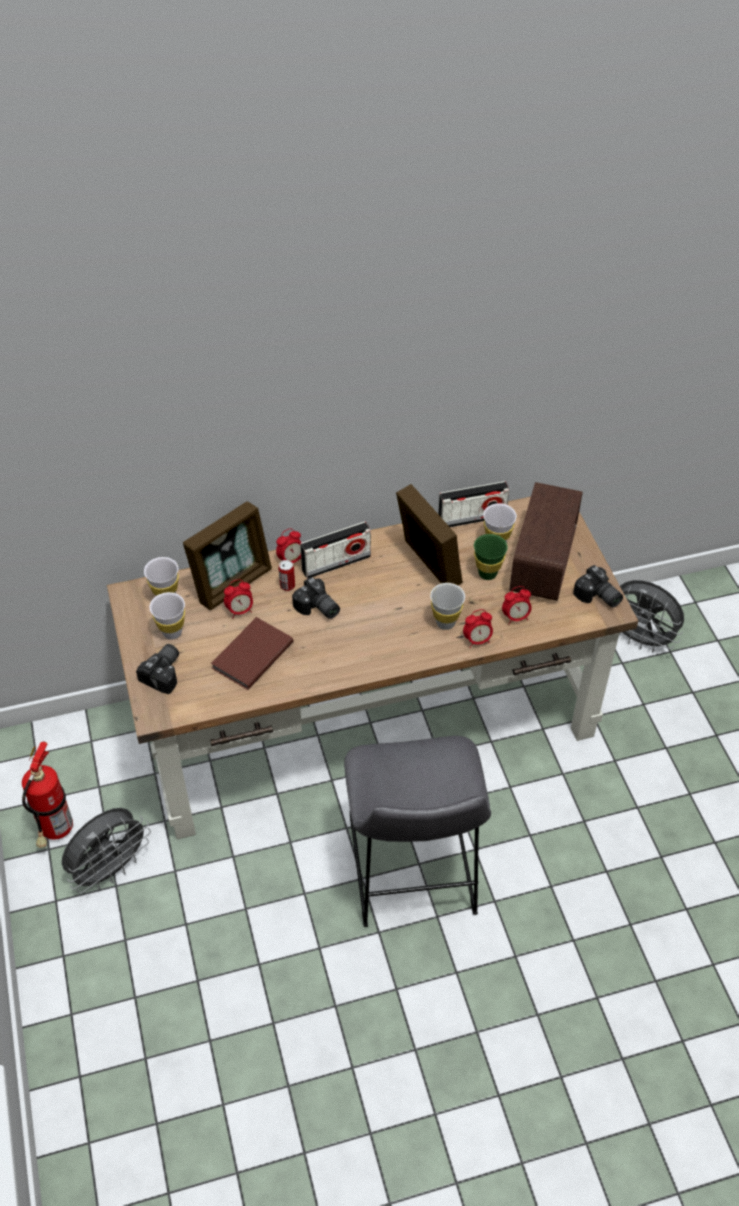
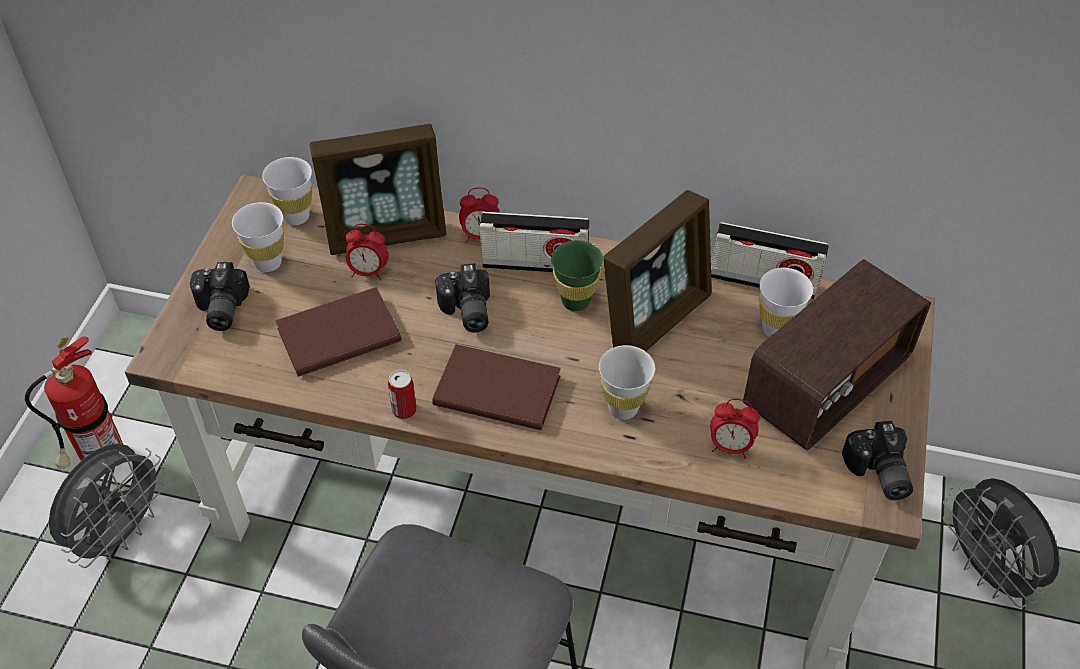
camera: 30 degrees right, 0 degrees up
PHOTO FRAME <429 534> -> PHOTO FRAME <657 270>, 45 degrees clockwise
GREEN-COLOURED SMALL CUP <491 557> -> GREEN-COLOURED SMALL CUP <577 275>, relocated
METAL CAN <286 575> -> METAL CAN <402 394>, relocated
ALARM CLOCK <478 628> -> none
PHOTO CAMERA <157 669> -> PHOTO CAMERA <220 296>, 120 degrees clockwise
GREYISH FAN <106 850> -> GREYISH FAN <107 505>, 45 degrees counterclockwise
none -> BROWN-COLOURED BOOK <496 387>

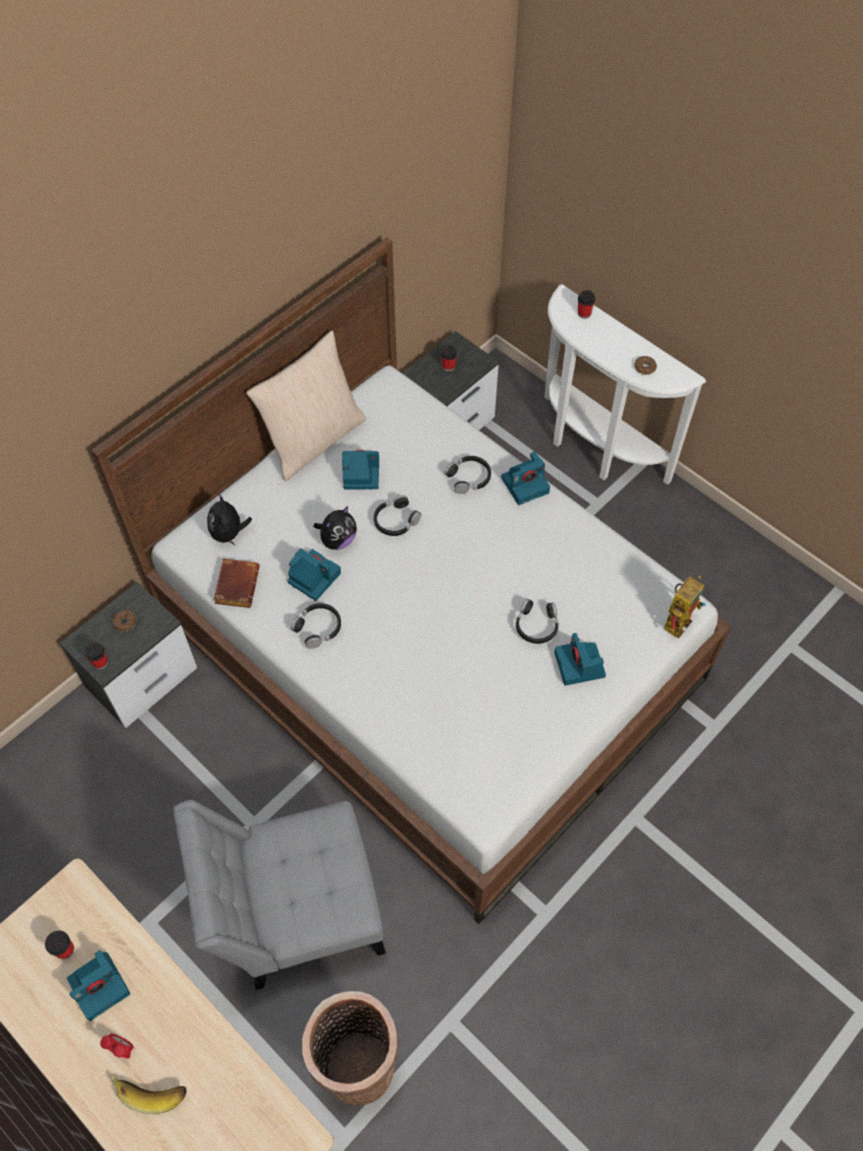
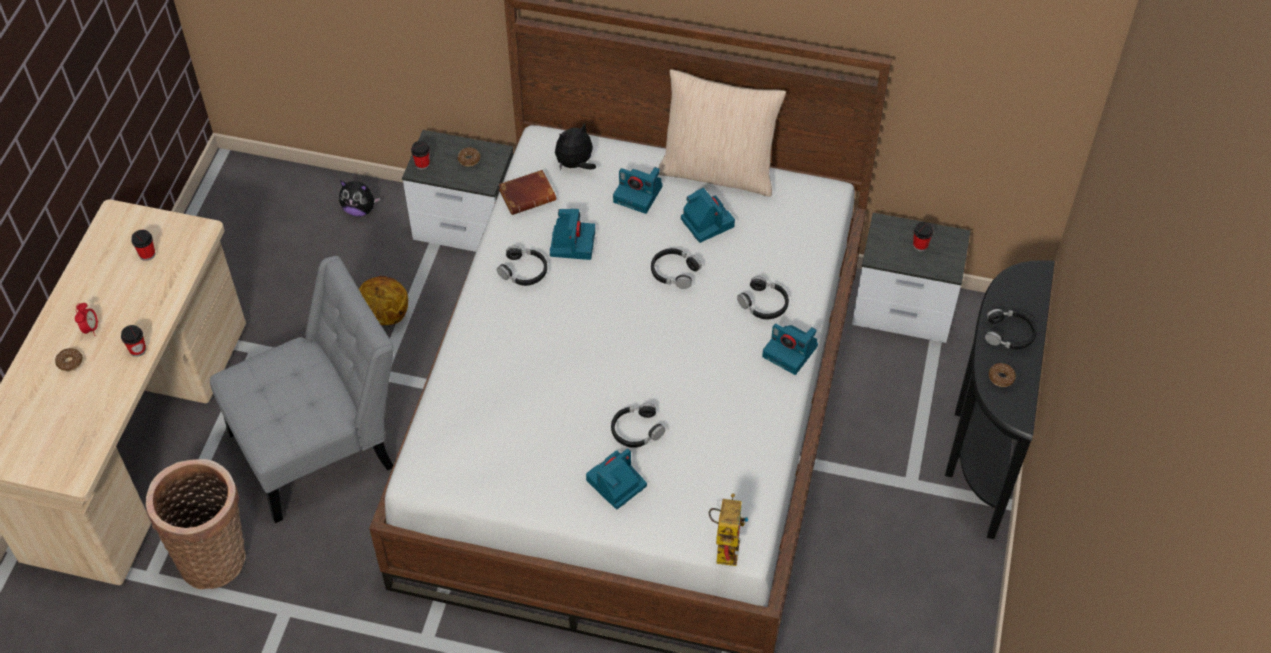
camera: 60 degrees right, 5 degrees down
WHITE NARROW TABLE <625 384> -> BLACK NARROW TABLE <1000 399>
SMALL CUP <587 304> -> SMALL CUP <133 341>, relocated
PLUSH TOY <335 528> -> PLUSH TOY <359 199>, relocated
ROBOT FIGURE <685 607> -> ROBOT FIGURE <728 529>, 90 degrees counterclockwise
GREYISH PLAIN CHAIR <279 895> -> GREYISH PLAIN CHAIR <302 389>, 105 degrees clockwise
PHOTO CAMERA <98 985> -> PHOTO CAMERA <638 190>, relocated
BANANA FRUIT <148 1094> -> DONUT <68 359>
none -> BASKETBALL <383 300>
none -> BLACK PAIR OF HEADPHONES <1011 329>

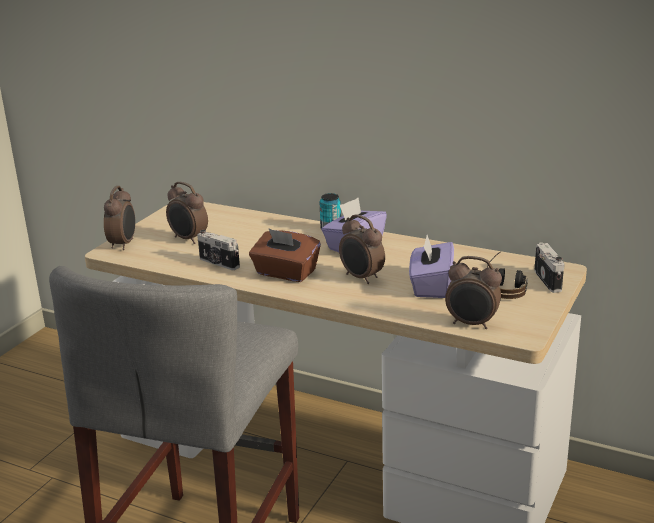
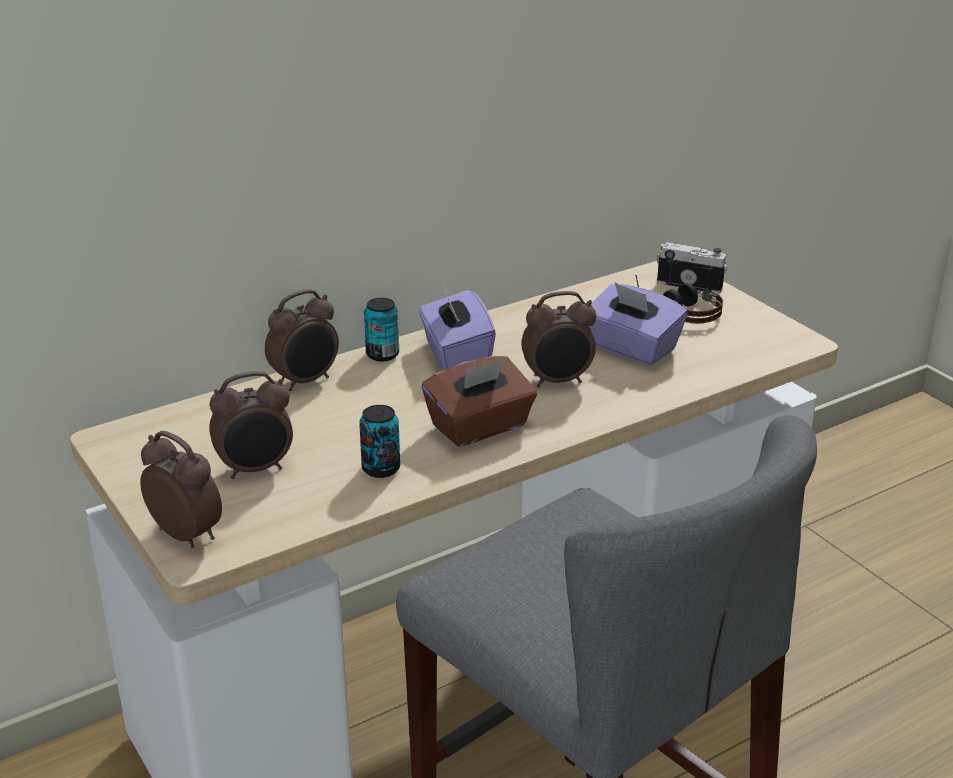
camera: 60 degrees left, 5 degrees up
PHOTO CAMERA <218 250> -> METAL CAN <379 441>
ALARM CLOCK <473 292> -> ALARM CLOCK <302 340>, relocated

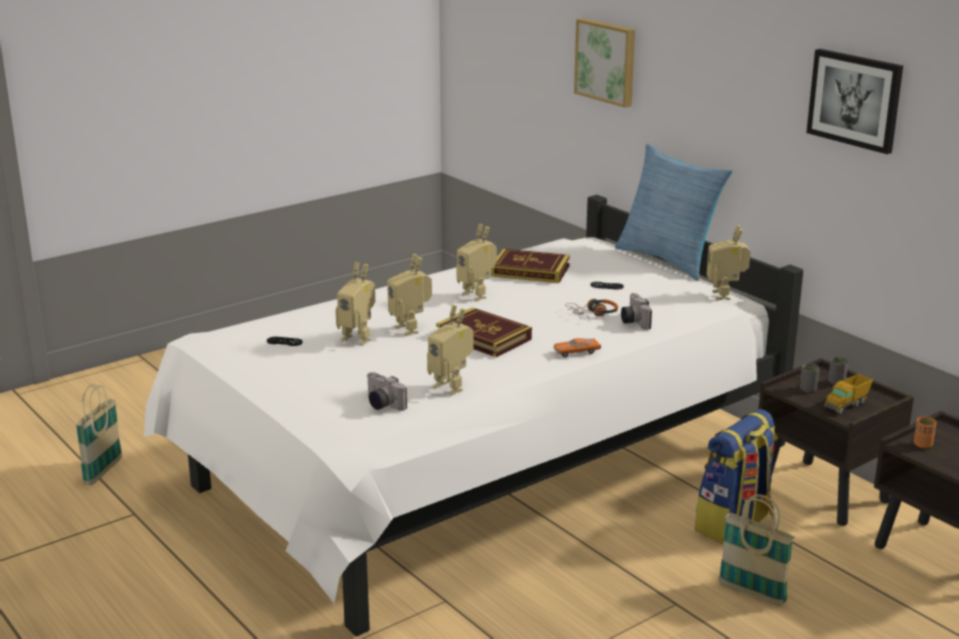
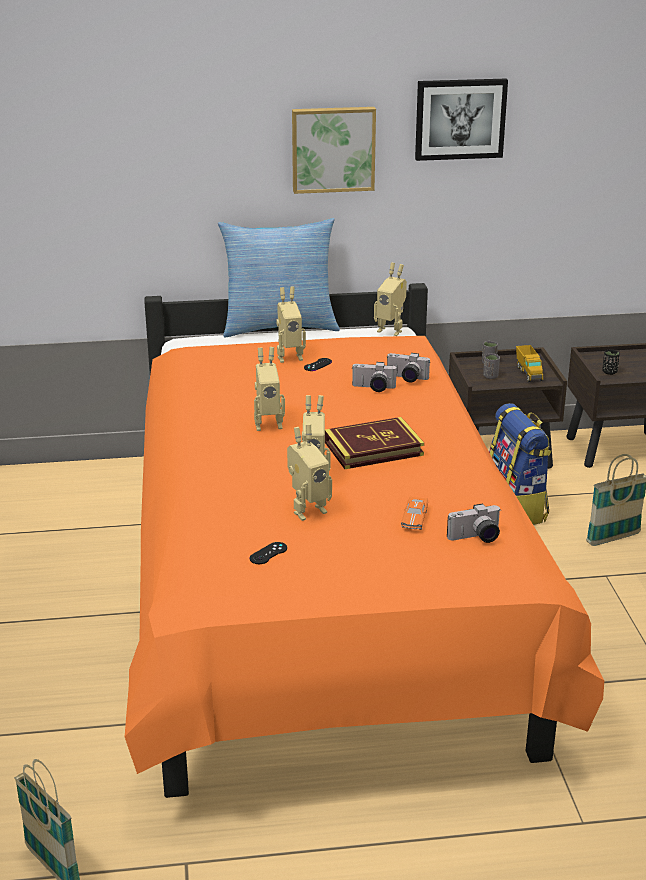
camera: 60 degrees left, 5 degrees up
WALL PICTURE <604 63> -> WALL PICTURE <334 150>, relocated
WHITE BED <473 415> -> ORANGE BED <364 540>
BOOK <530 266> -> none
PAIR OF HEADPHONES <591 308> -> PHOTO CAMERA <374 377>
ROBOT FIGURE <450 350> -> ROBOT FIGURE <291 324>, relocated
ORANGE MINIATURE CAR <577 348> -> ORANGE MINIATURE CAR <414 513>, relocated
ORANGE SMALL CUP <925 432> -> BLACK SMALL CUP <611 362>

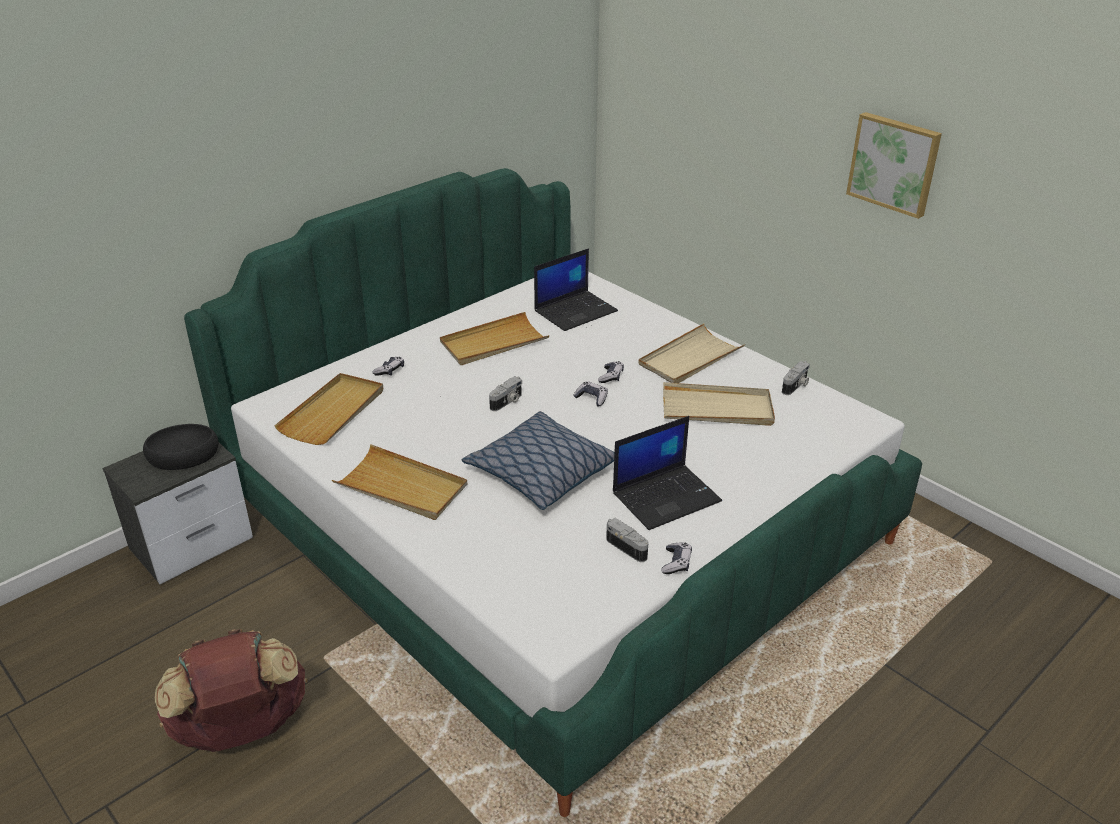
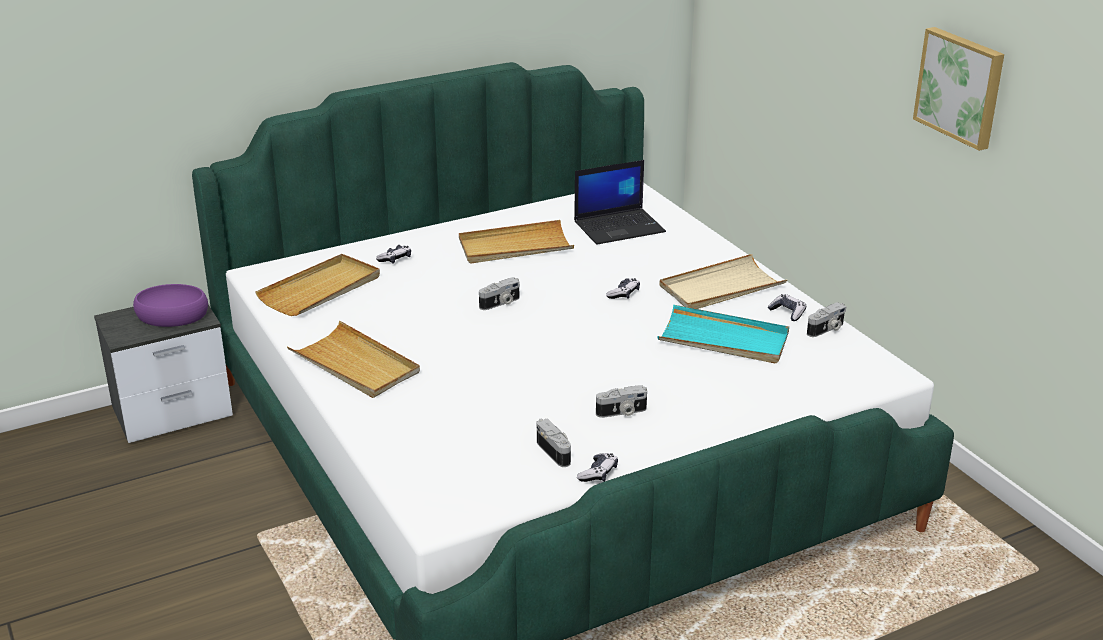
camera: 15 degrees right, 5 degrees down
JOYPAD <590 394> -> JOYPAD <787 307>, relocated
BEIGE-COLOURED SERVING TRAY <719 404> -> TURQUOISE-COLOURED SERVING TRAY <723 334>
PILLOW <538 460> -> none
NOTEBOOK COMPUTER <667 473> -> PHOTO CAMERA <621 401>
BLACK DEEP DISH <181 447> -> PURPLE-COLOURED DEEP DISH <170 305>
BROWN-COLOURED BACKPACK <231 690> -> none

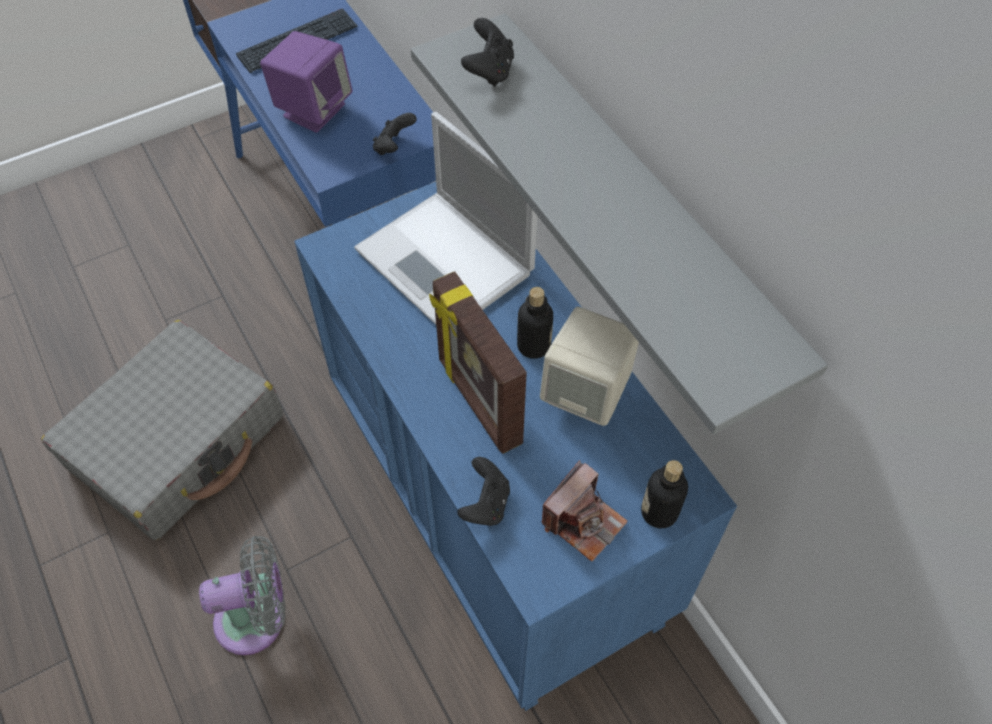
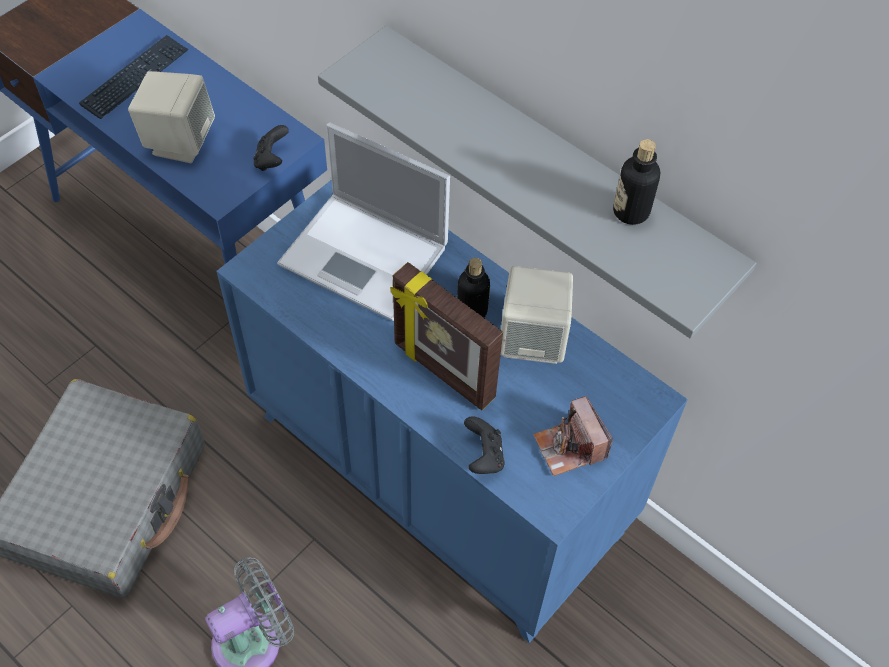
camera: 20 degrees left, 0 degrees up
BLACK JOYPAD <487 52> -> none
PURPLE-COLOURED AUDIO SPEAKER <306 82> -> BEIGE-COLOURED AUDIO SPEAKER <171 117>
PHOTO CAMERA <584 510> -> PHOTO CAMERA <573 436>, 135 degrees clockwise
DRINK BOTTLE <664 494> -> DRINK BOTTLE <636 182>, relocated

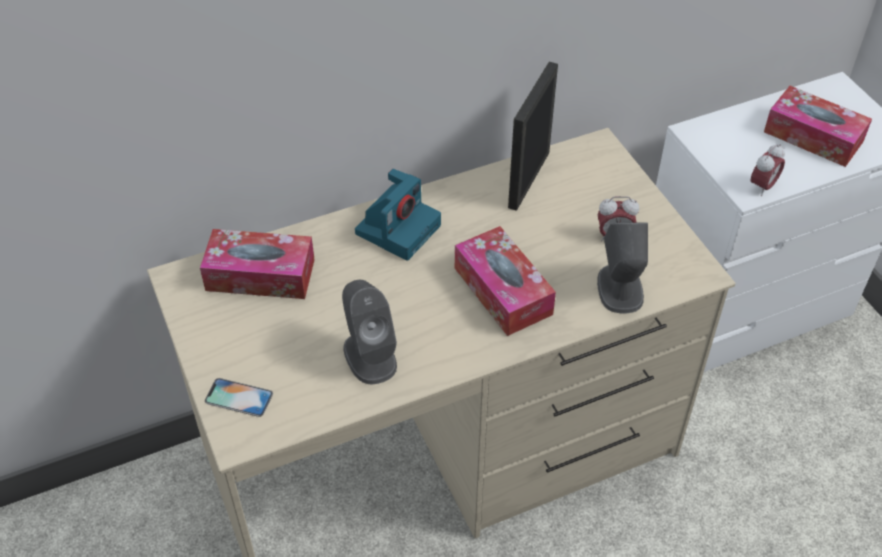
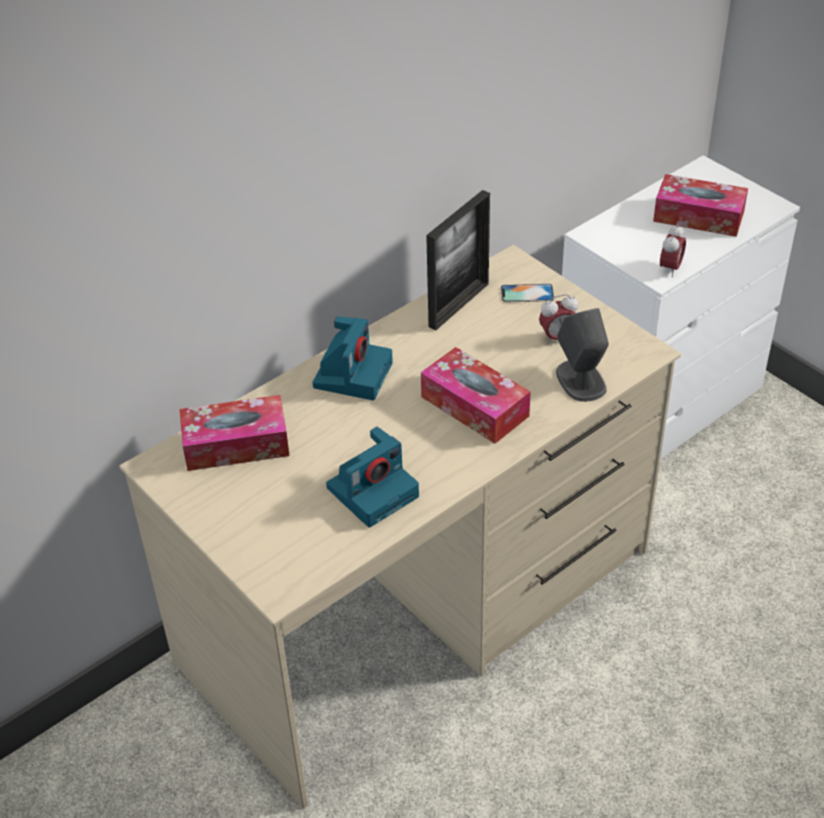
camera: 15 degrees left, 5 degrees down
PHOTO FRAME <533 136> -> PHOTO FRAME <458 260>, 150 degrees counterclockwise
GREYISH AUDIO SPEAKER <369 332> -> PHOTO CAMERA <372 477>
HANDSET <239 397> -> HANDSET <527 293>, relocated

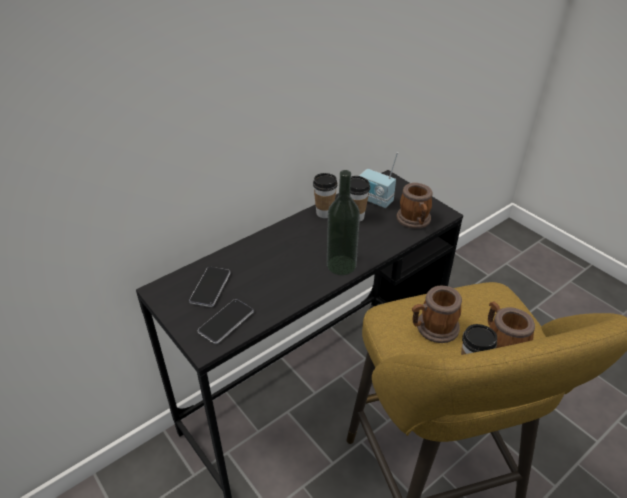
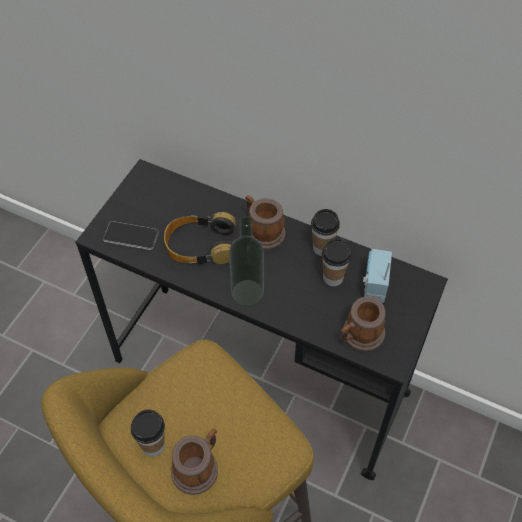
camera: 65 degrees right, 15 degrees up
HANDSET <210 287> -> none
MUG <437 314> -> MUG <265 222>, relocated
none -> PAIR OF HEADPHONES <200 238>

